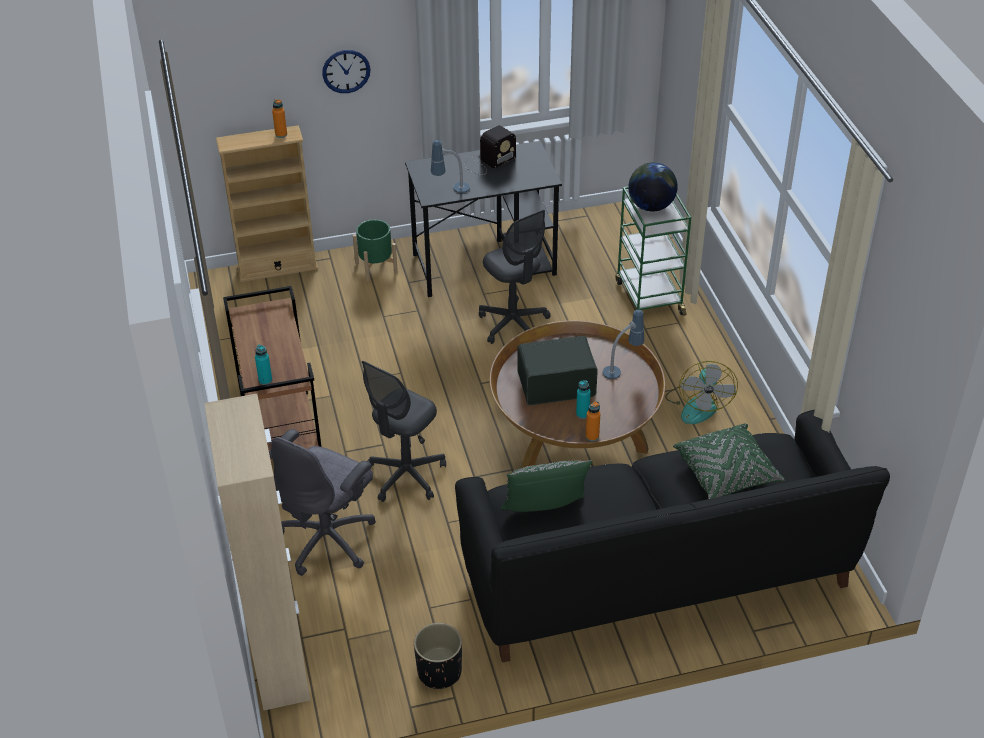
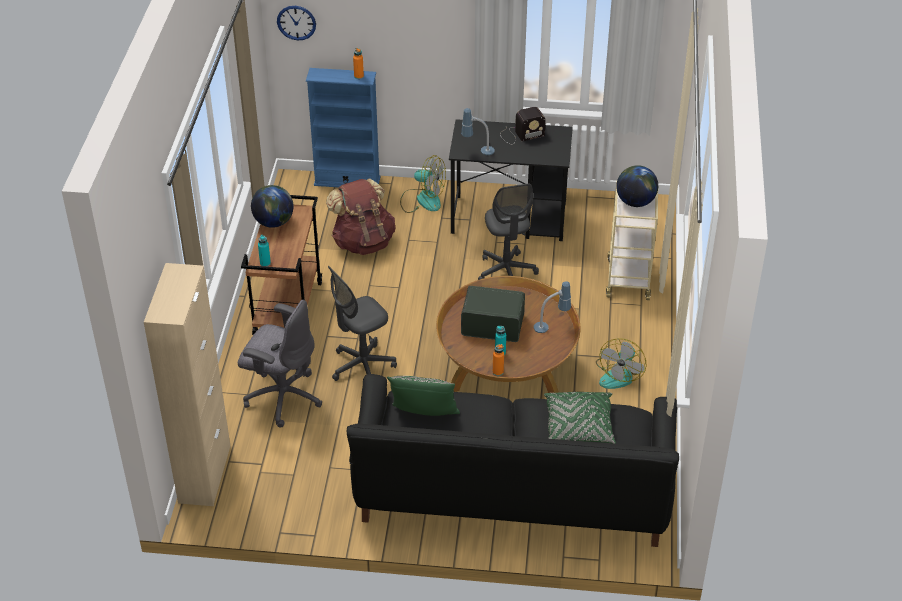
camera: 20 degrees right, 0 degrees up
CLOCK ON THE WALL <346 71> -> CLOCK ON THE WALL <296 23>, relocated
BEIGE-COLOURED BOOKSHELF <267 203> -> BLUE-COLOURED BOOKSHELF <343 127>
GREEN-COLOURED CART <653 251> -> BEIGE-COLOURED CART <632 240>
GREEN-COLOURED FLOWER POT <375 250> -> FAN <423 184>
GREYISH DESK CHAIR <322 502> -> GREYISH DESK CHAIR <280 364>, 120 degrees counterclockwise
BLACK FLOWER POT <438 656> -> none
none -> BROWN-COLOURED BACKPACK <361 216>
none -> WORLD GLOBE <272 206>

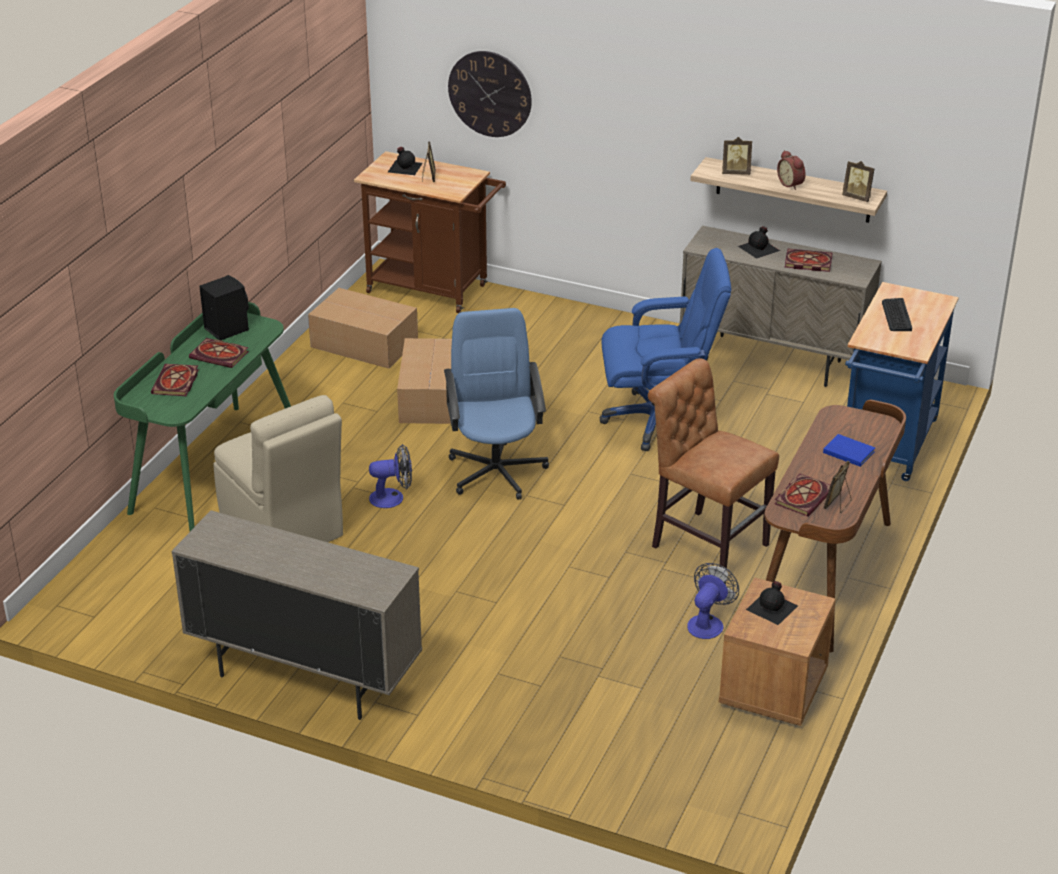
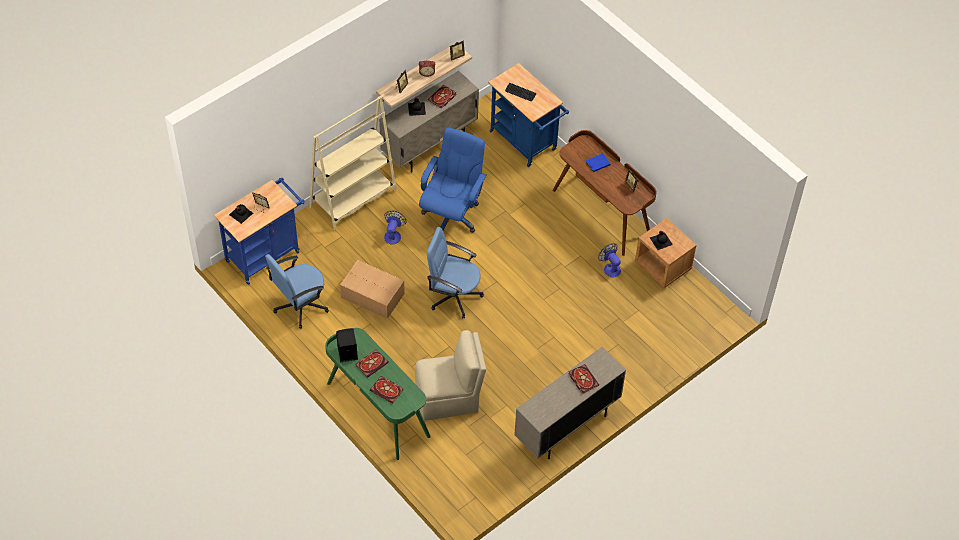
camera: 65 degrees left, 20 degrees up
CLOCK ON THE WALL <490 94> -> none
BROWN-COLOURED CART <430 232> -> BLUE-COLOURED CART <259 231>
CARDBOARD BOX <363 328> -> BLUE-COLOURED DESK CHAIR <297 291>
BROWN-COLOURED PLAIN CHAIR <713 463> -> none
FAN <390 476> -> FAN <395 227>, relocated
BOOK <802 495> -> BOOK <584 379>, relocated
none -> BEIGE-COLOURED BOOKSHELF <353 163>

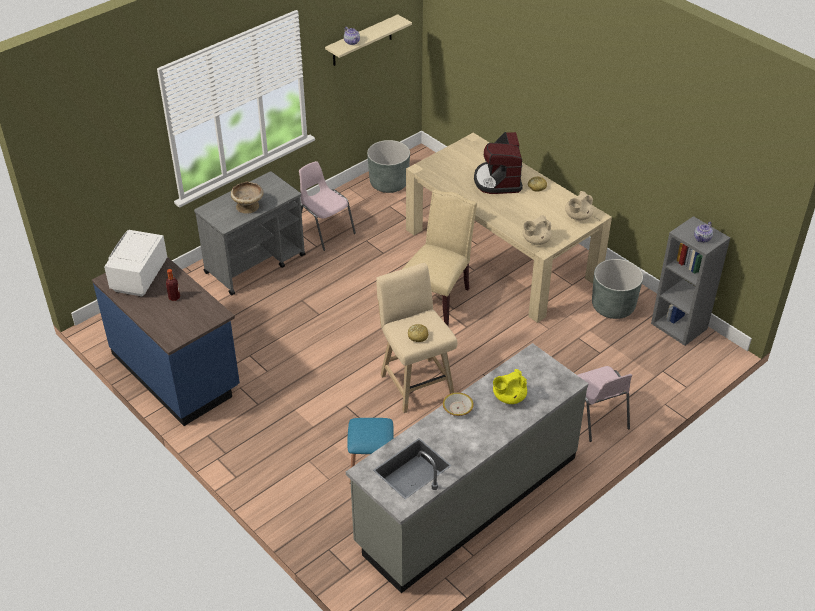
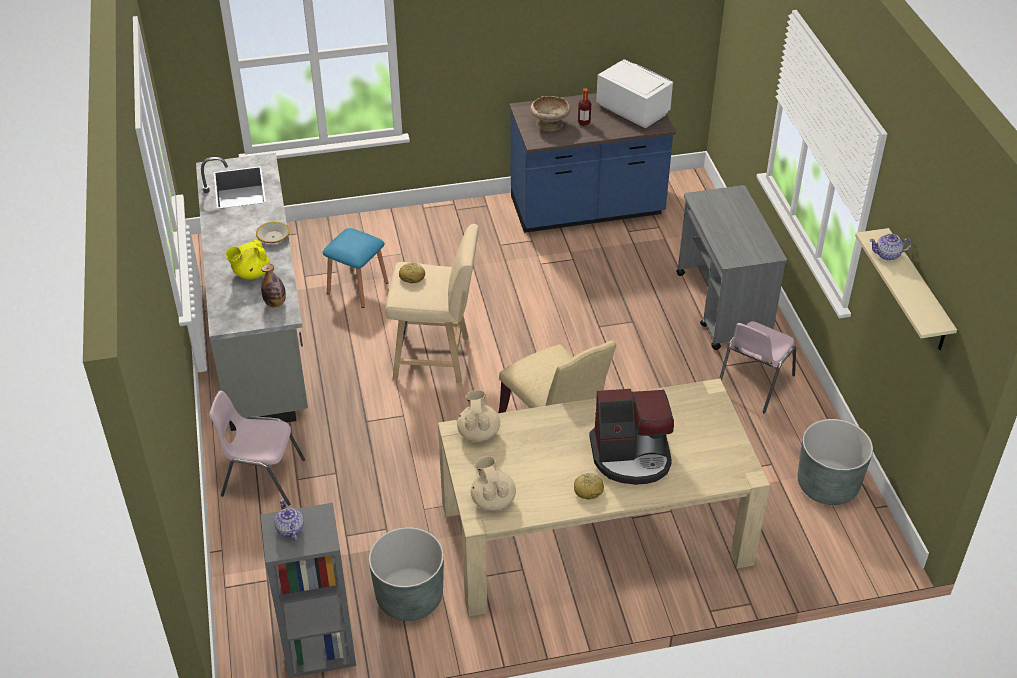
camera: 120 degrees right, 0 degrees up
COFFEE MAKER <498 163> -> COFFEE MAKER <631 437>, 150 degrees clockwise
PINK PLAIN CHAIR <327 206> -> PINK PLAIN CHAIR <758 367>, 135 degrees clockwise
BEIGE-COLOURED DEEP DISH <247 197> -> BEIGE-COLOURED DEEP DISH <550 114>, relocated
YELLOWISH POT FOR TEA <510 386> -> YELLOWISH POT FOR TEA <247 259>, 120 degrees counterclockwise
none -> DRINK BOTTLE <273 285>

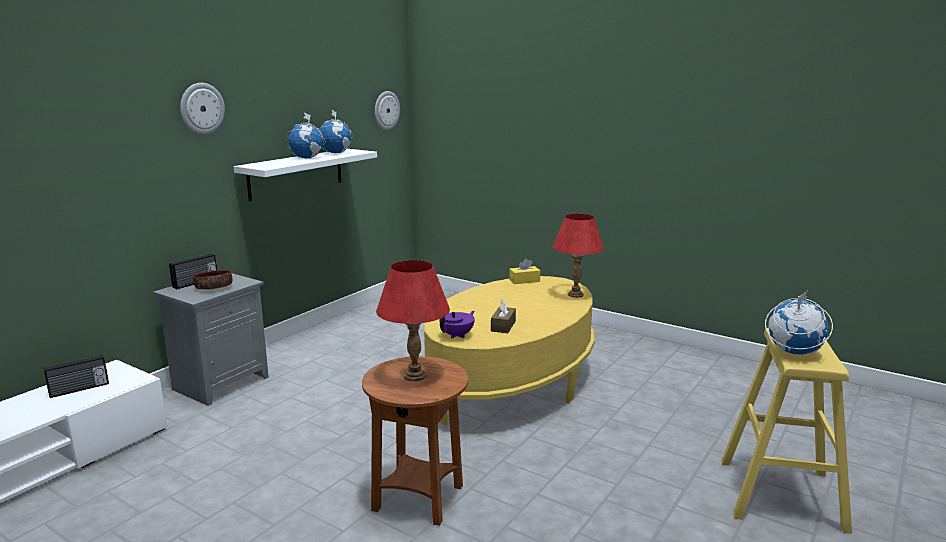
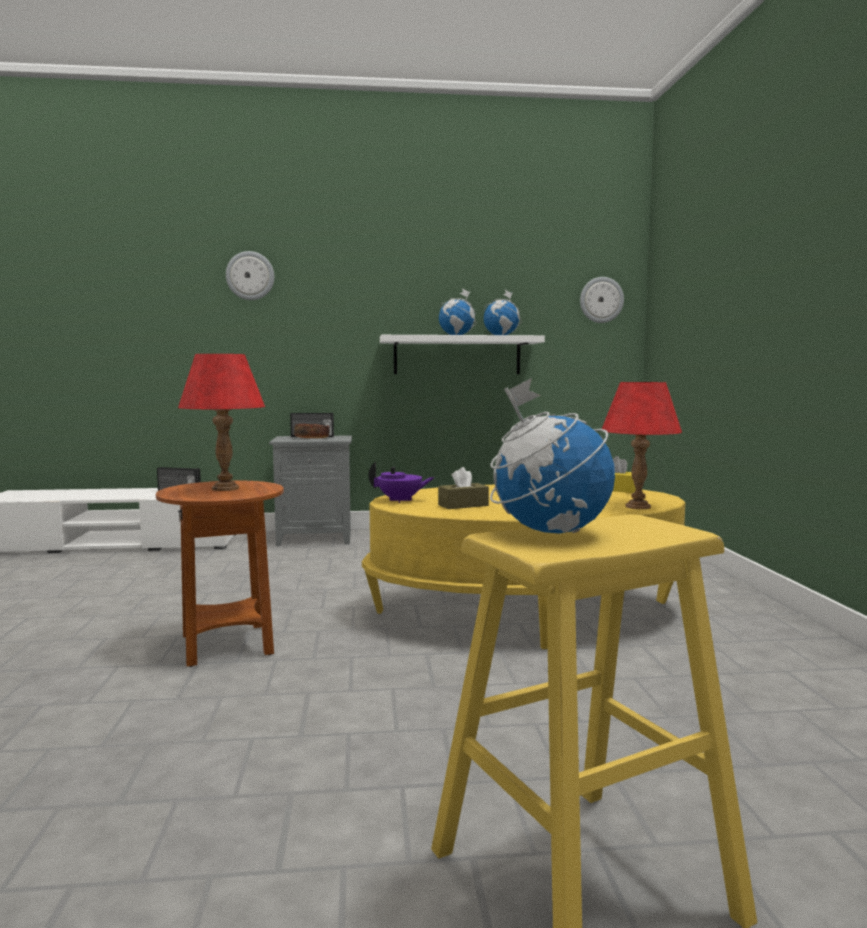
camera: 50 degrees right, 10 degrees down
CLOCK ON THE WALL <202 108> -> CLOCK ON THE WALL <250 275>, relocated

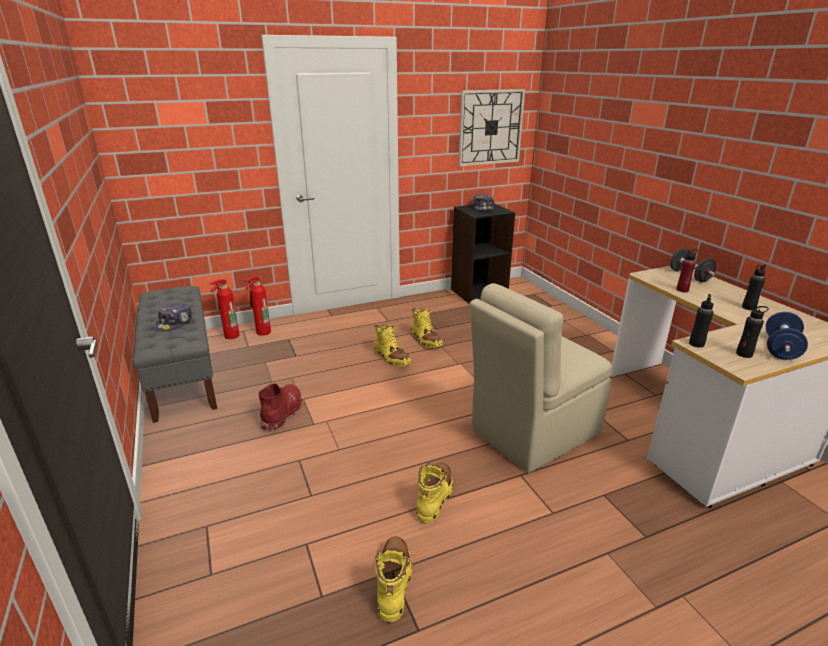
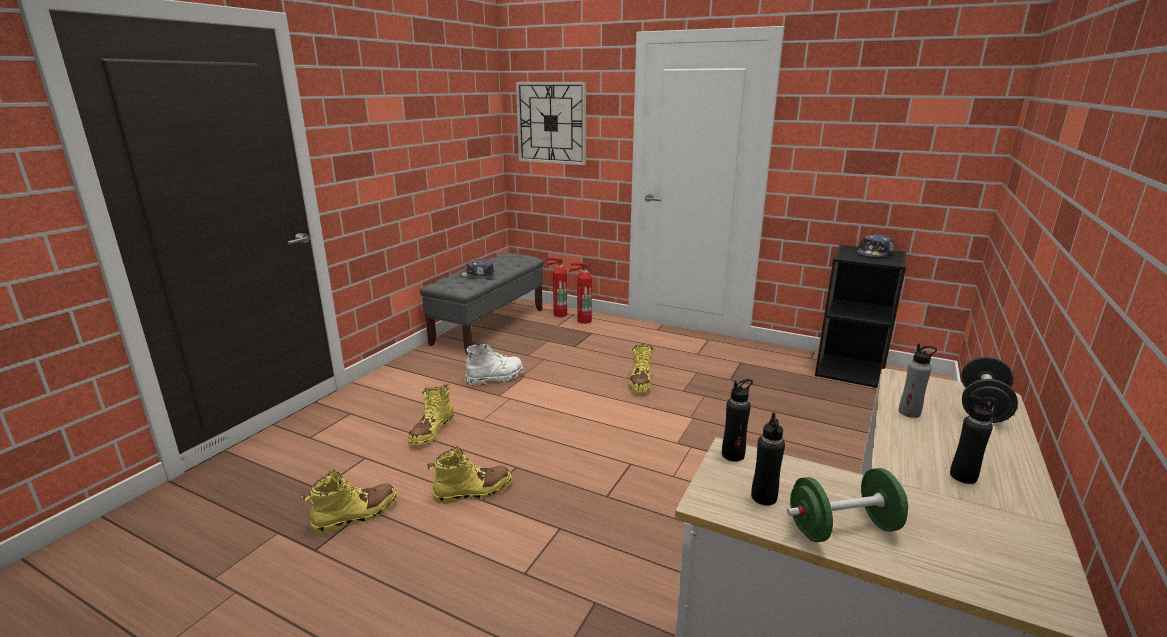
camera: 50 degrees right, 5 degrees down
CLOCK ON THE WALL <491 127> -> CLOCK ON THE WALL <551 123>, relocated
RED-COLOURED DRINK BOTTLE <687 270> -> GREYISH DRINK BOTTLE <918 380>
BEIGE-COLOURED PLAIN CHAIR <540 378> -> none
YELLOWISH HIGH-TOP BOOT <427 328> -> YELLOWISH HIGH-TOP BOOT <431 414>, relocated
BLUE-COLOURED HAND WEIGHT <787 336> -> GREEN-COLOURED HAND WEIGHT <847 505>
RED-COLOURED HIGH-TOP BOOT <280 407> -> WHITE HIGH-TOP BOOT <494 365>

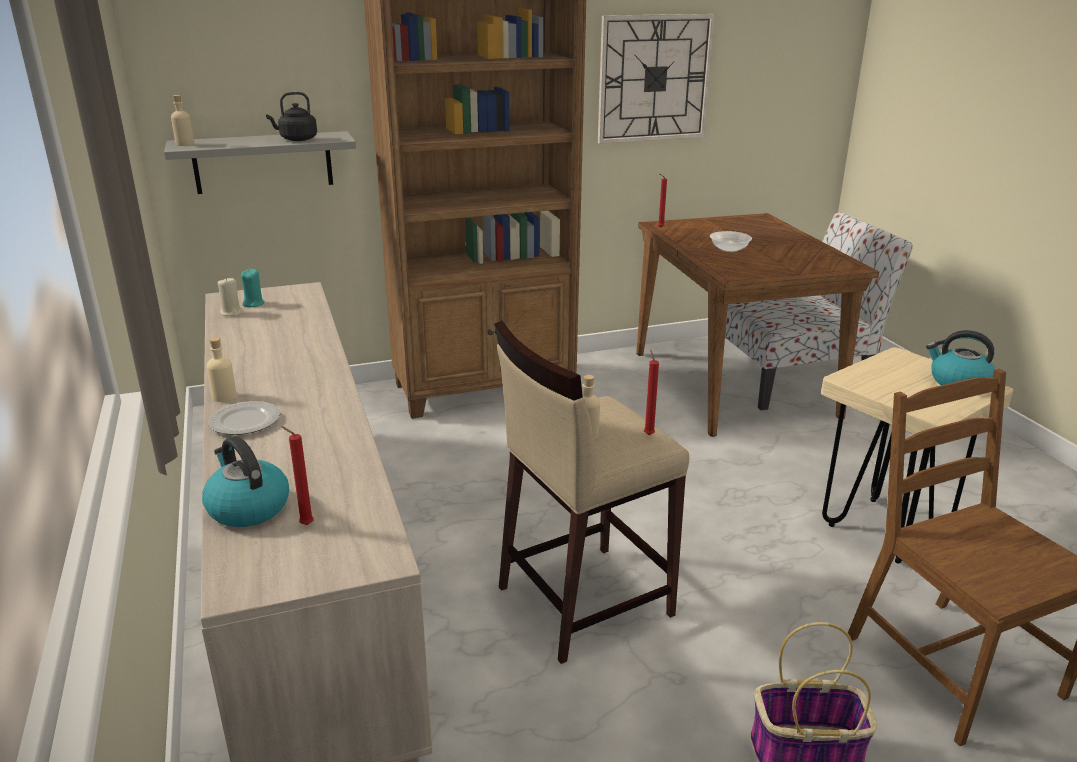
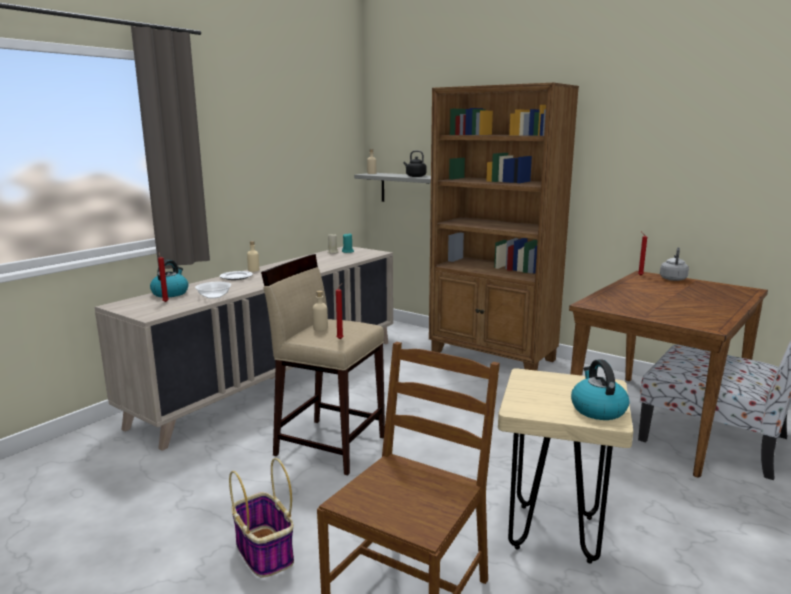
camera: 55 degrees right, 10 degrees down
CLOCK ON THE WALL <656 79> -> none
DEEP DISH <731 241> -> DEEP DISH <213 290>, relocated
none -> GREYISH WATER KETTLE <674 264>

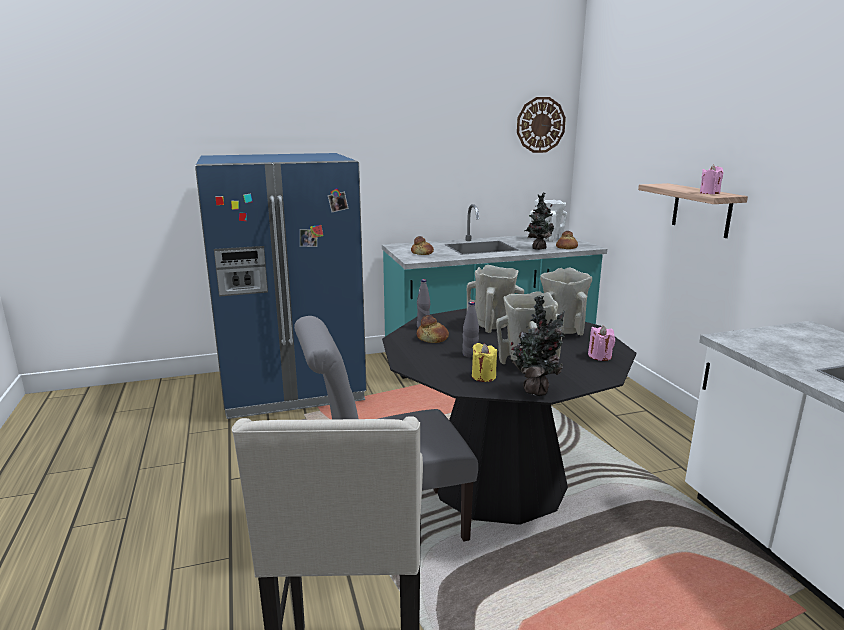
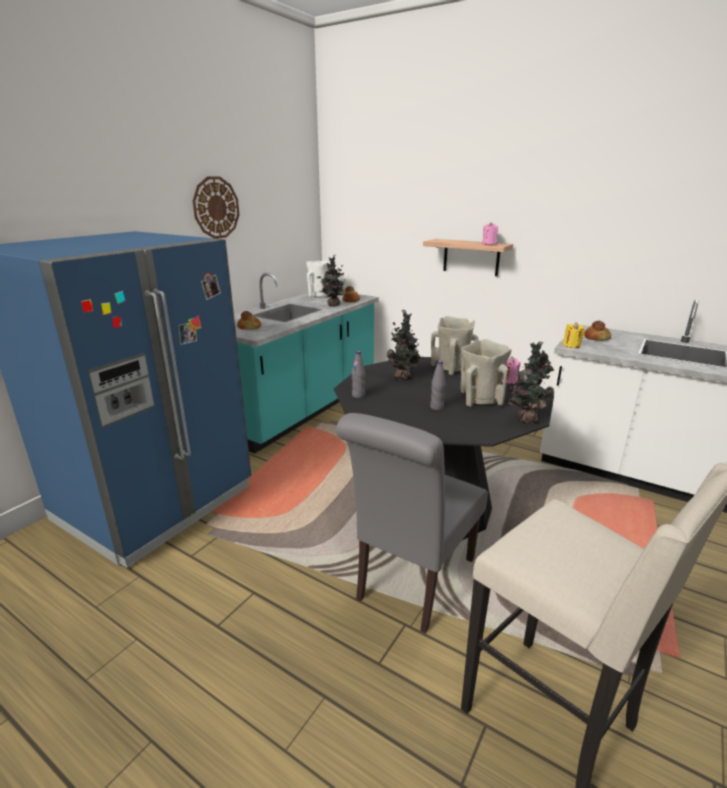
camera: 40 degrees left, 5 degrees up
CLOCK ON THE WALL <541 125> -> CLOCK ON THE WALL <216 208>, relocated
BEIGE-COLOURED DECORATIVE VASE <495 299> -> HOUSEPLANT <405 344>
BAKERY BREAD <433 329> -> BAKERY BREAD <597 331>, relocated
YELLOWISH WAX LIGHT <484 362> -> YELLOWISH WAX LIGHT <574 335>, relocated

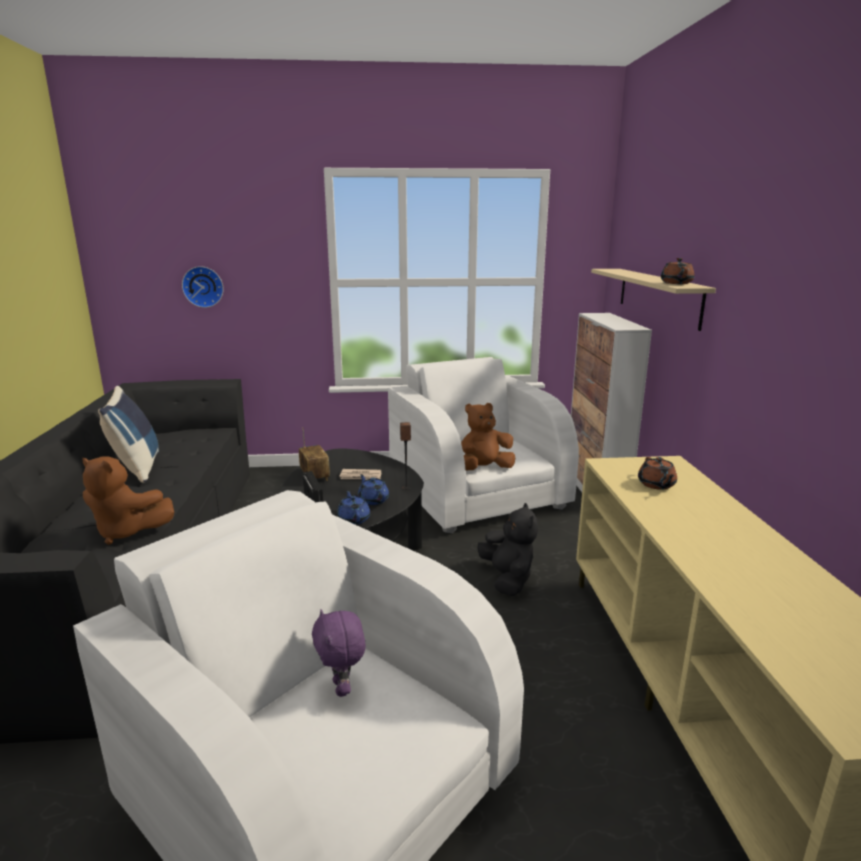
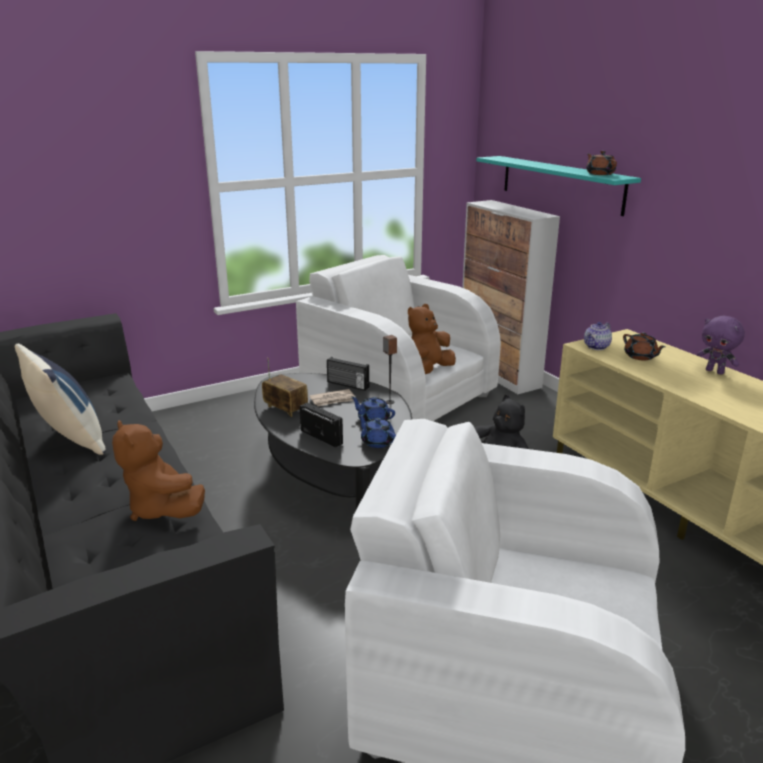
camera: 25 degrees left, 5 degrees up
CLOCK ON THE WALL <203 287> -> none
BEIGE-COLOURED BRACKET SHELF <653 300> -> TURQUOISE-COLOURED BRACKET SHELF <558 186>
BROWN-COLOURED PLUSH TOY <128 500> -> BROWN-COLOURED PLUSH TOY <158 470>, 60 degrees clockwise
PURPLE-COLOURED PLUSH TOY <339 653> -> PURPLE-COLOURED PLUSH TOY <721 345>, relocated
none -> POT FOR TEA <598 336>
none -> RADIO SET <348 374>

